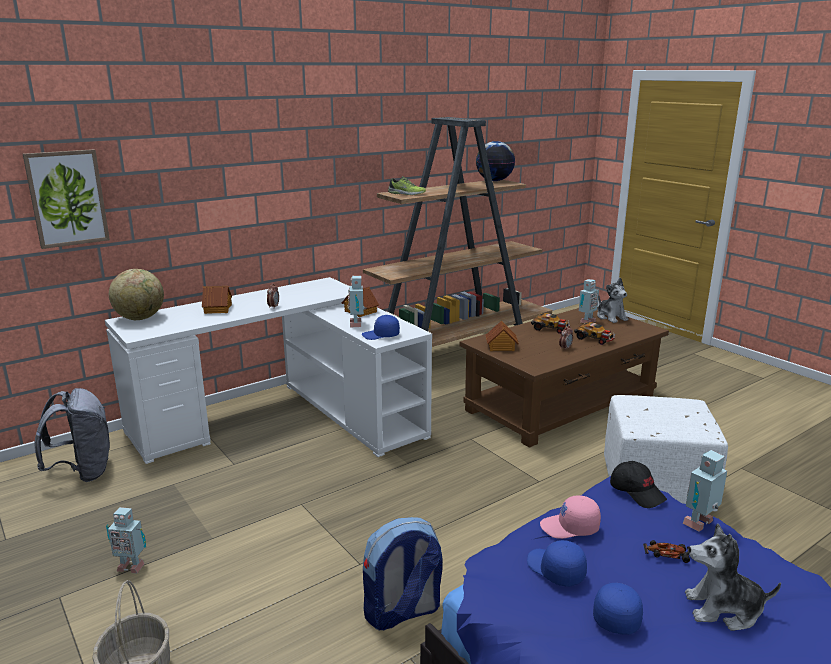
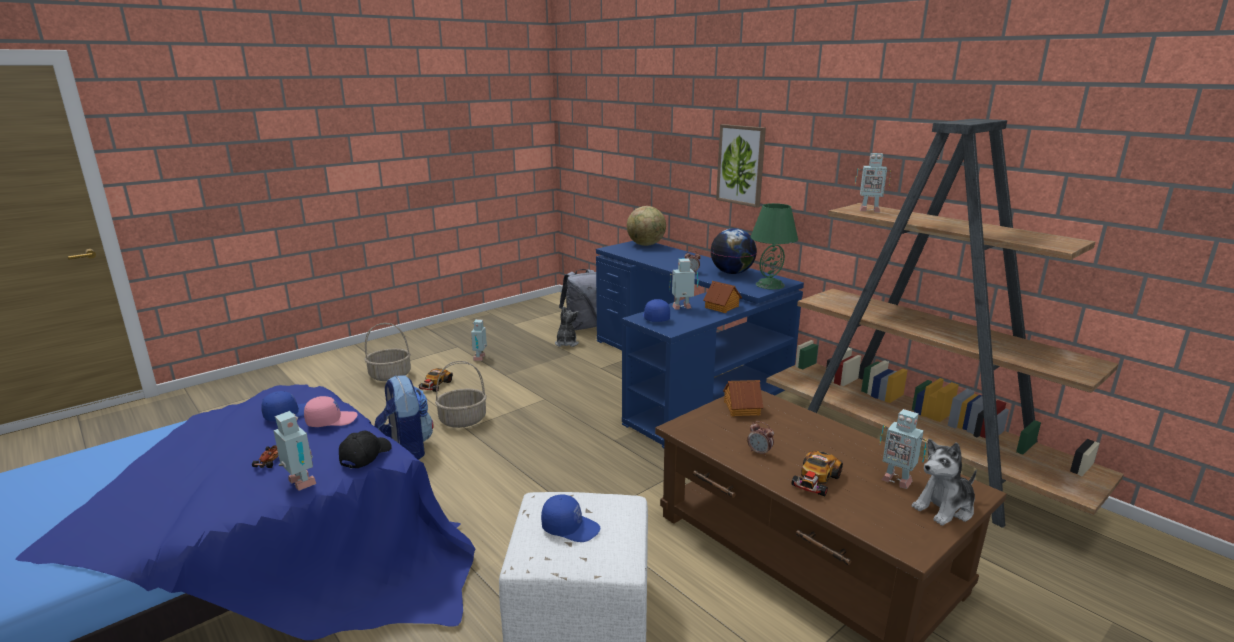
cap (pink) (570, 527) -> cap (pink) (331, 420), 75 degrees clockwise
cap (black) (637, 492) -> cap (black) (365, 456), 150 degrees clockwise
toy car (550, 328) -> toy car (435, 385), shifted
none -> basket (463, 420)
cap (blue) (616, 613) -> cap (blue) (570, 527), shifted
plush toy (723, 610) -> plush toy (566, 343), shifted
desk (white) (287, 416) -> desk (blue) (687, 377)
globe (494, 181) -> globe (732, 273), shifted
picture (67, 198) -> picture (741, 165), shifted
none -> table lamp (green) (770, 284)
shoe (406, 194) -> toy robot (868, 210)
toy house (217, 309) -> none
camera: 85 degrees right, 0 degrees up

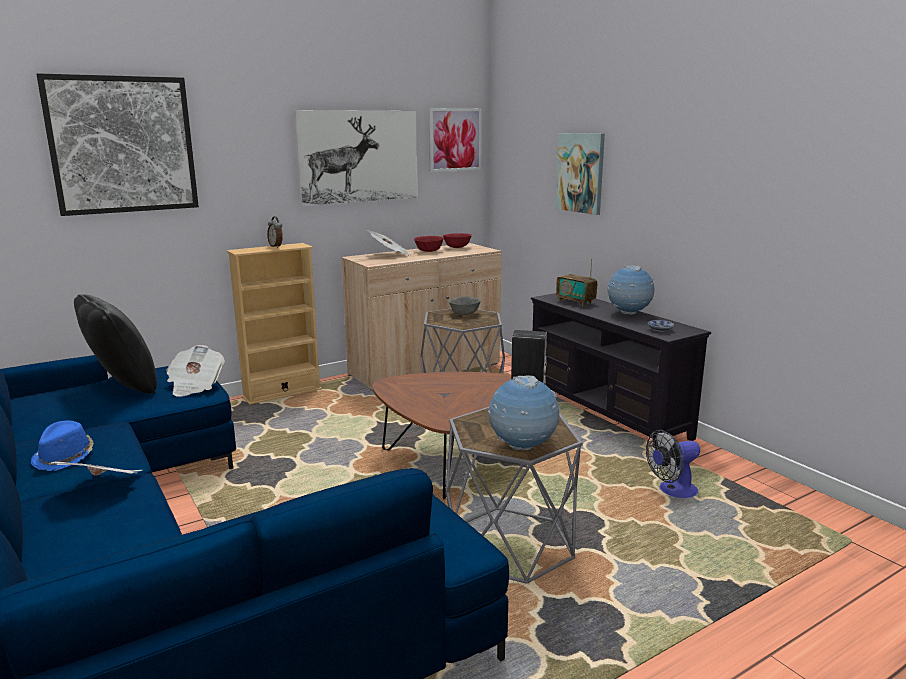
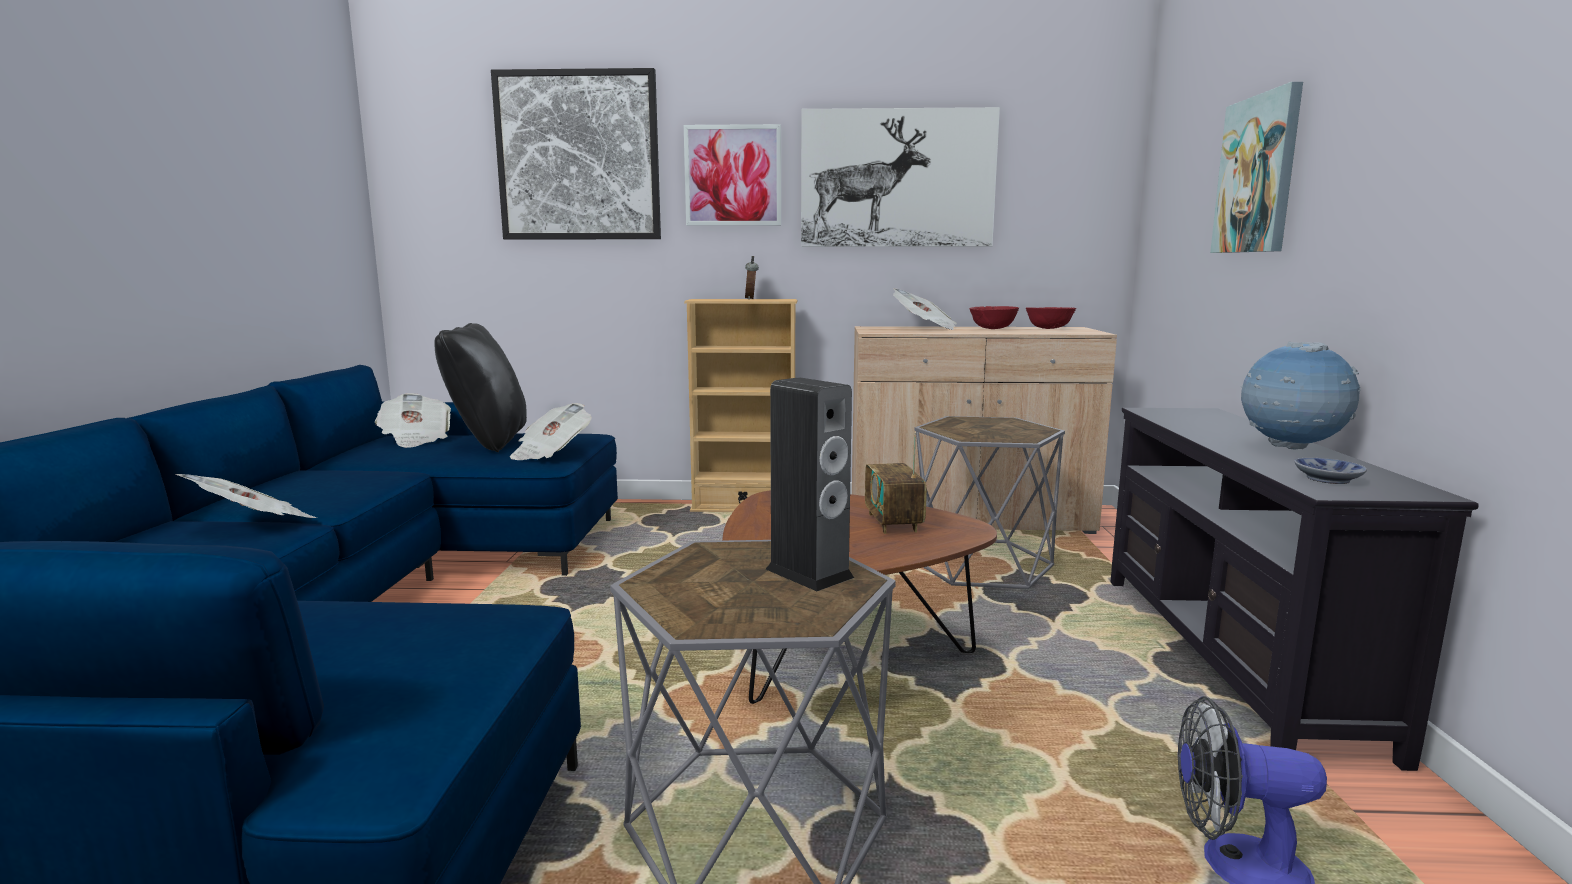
none -> newspaper (415, 439)
picture (455, 139) -> picture (733, 176), shifted
radio (575, 302) -> radio (893, 523), shifted
hat (blue) (65, 457) -> none
bowl (grey) (464, 314) -> none
globe (522, 448) -> none
camera: 35 degrees right, 5 degrees down

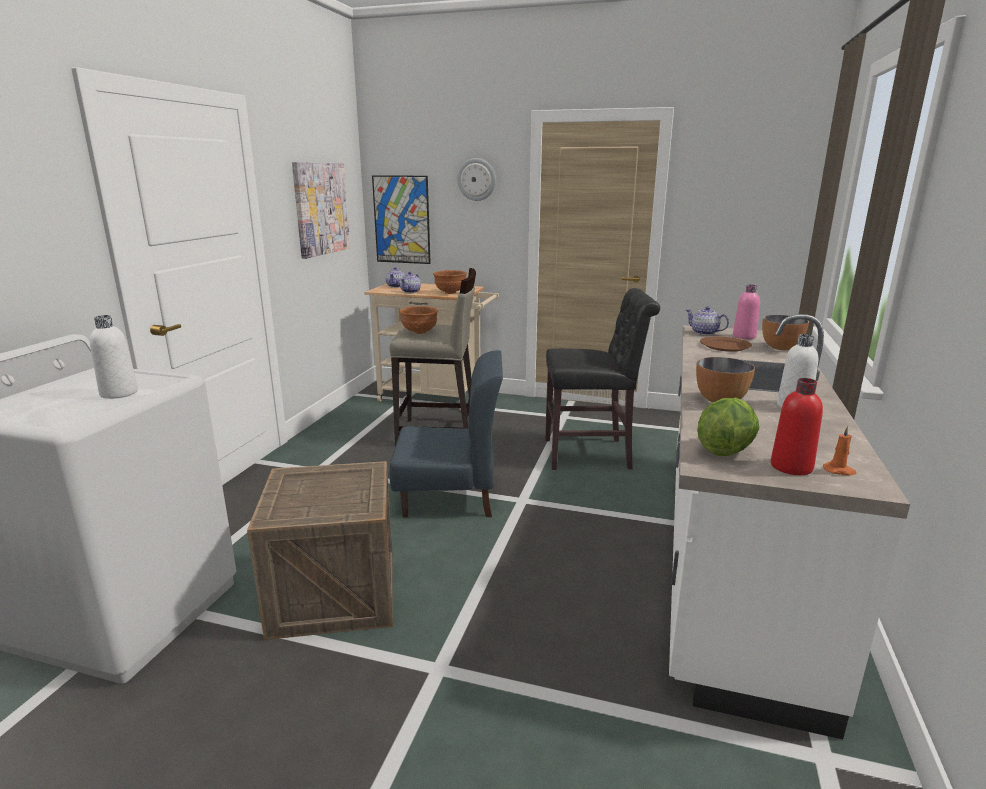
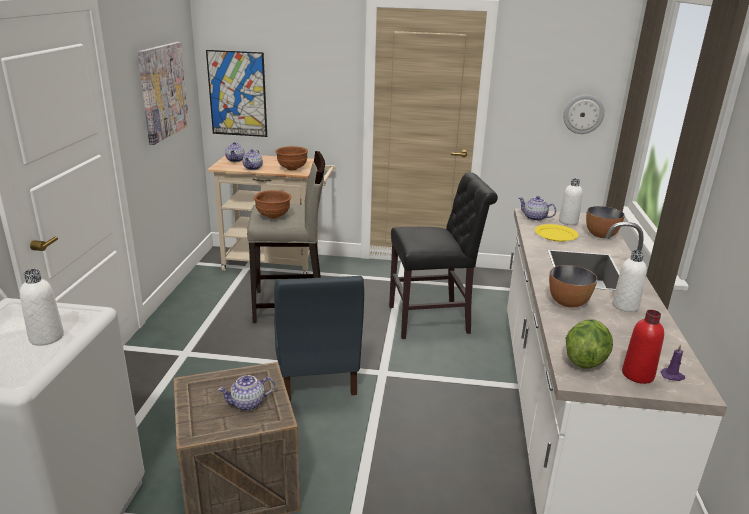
none -> teapot (248, 403)
chair (blue) (449, 497) -> chair (blue) (317, 375), 90 degrees clockwise
plate (brown) (725, 346) -> plate (yellow) (556, 235)
bottle (pink) (744, 336) -> bottle (white) (568, 222)
wall clock (476, 179) -> wall clock (583, 114), shifted
candle (orange) (839, 471) -> candle (purple) (672, 376)
camera: 10 degrees left, 5 degrees up

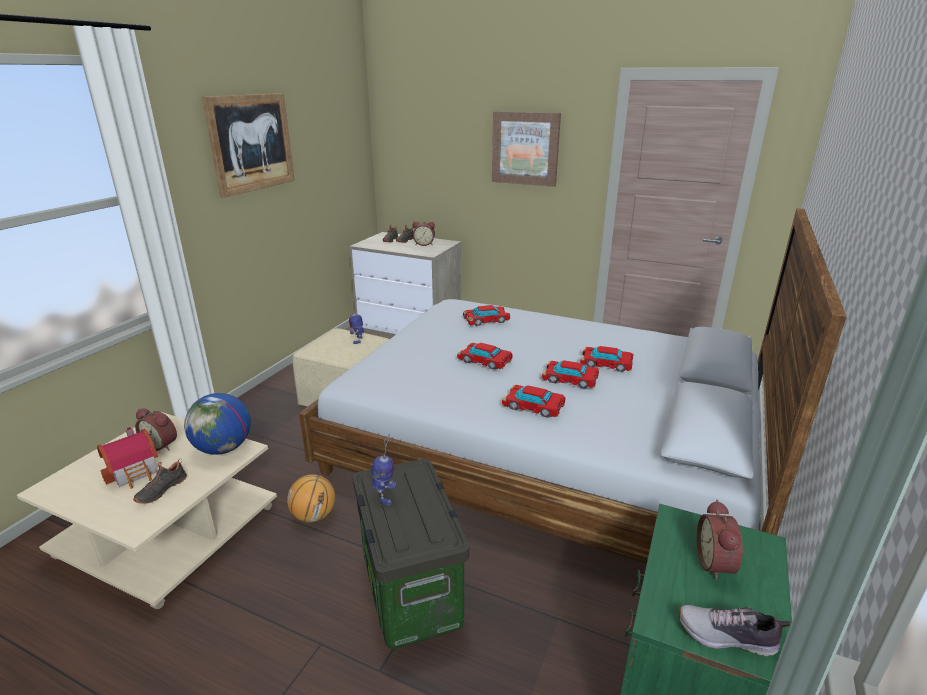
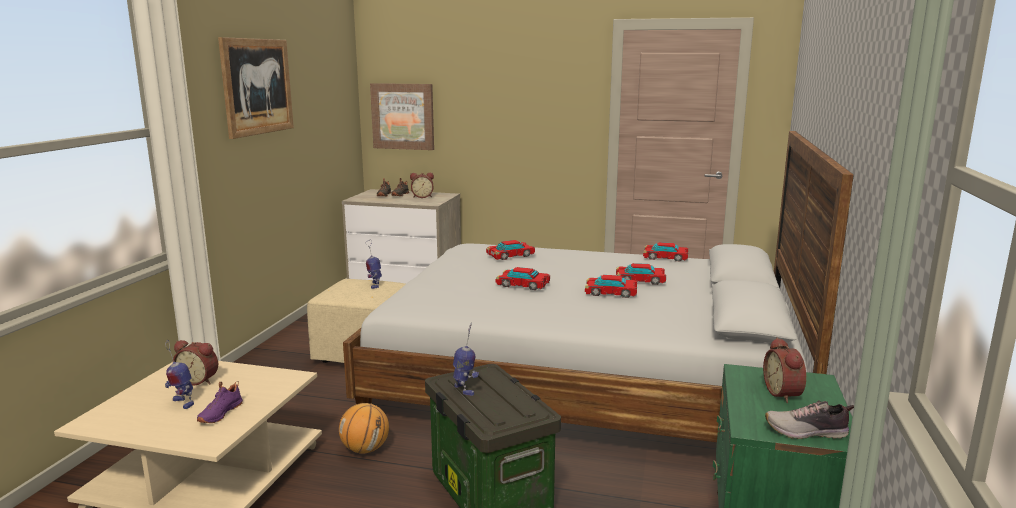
toy house (135, 472) -> toy robot (182, 403)
shoe (black) (161, 490) -> shoe (purple) (219, 413)
picture (525, 148) -> picture (403, 116), shifted
toy car (533, 406) -> toy car (665, 257), shifted
globe (223, 448) -> none
camera: 10 degrees left, 10 degrees down

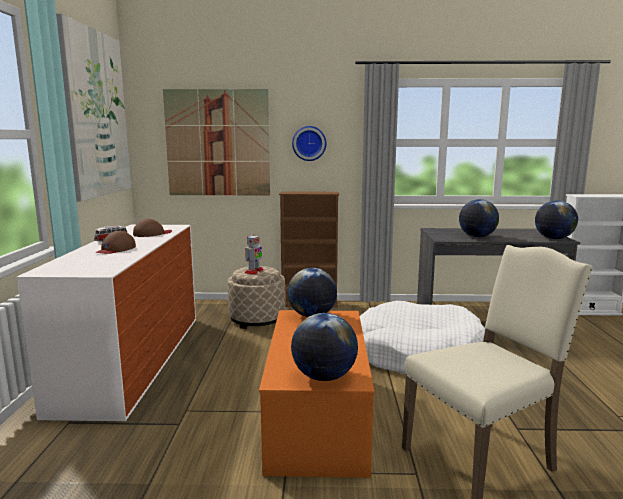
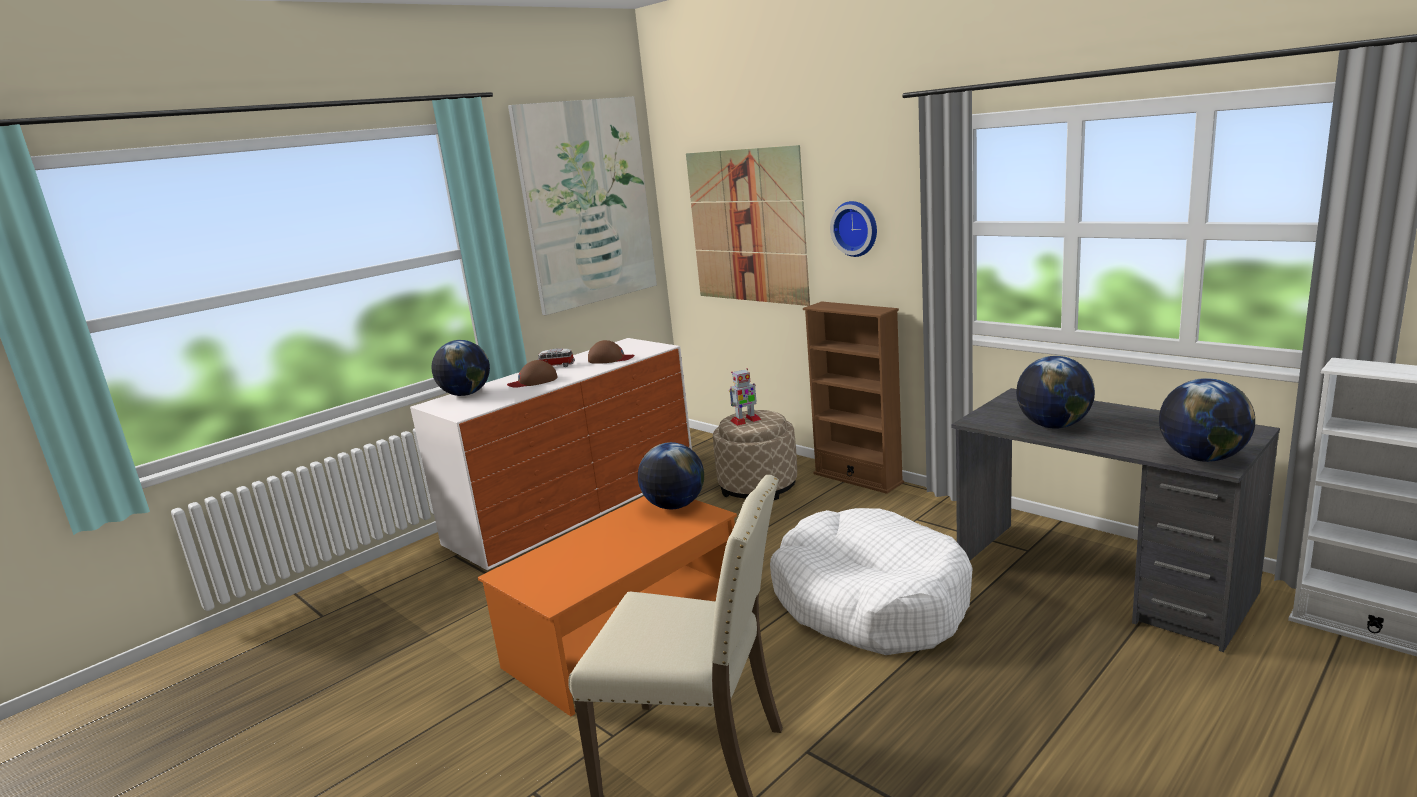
globe (324, 377) -> globe (465, 394), shifted
camera: 45 degrees right, 5 degrees up

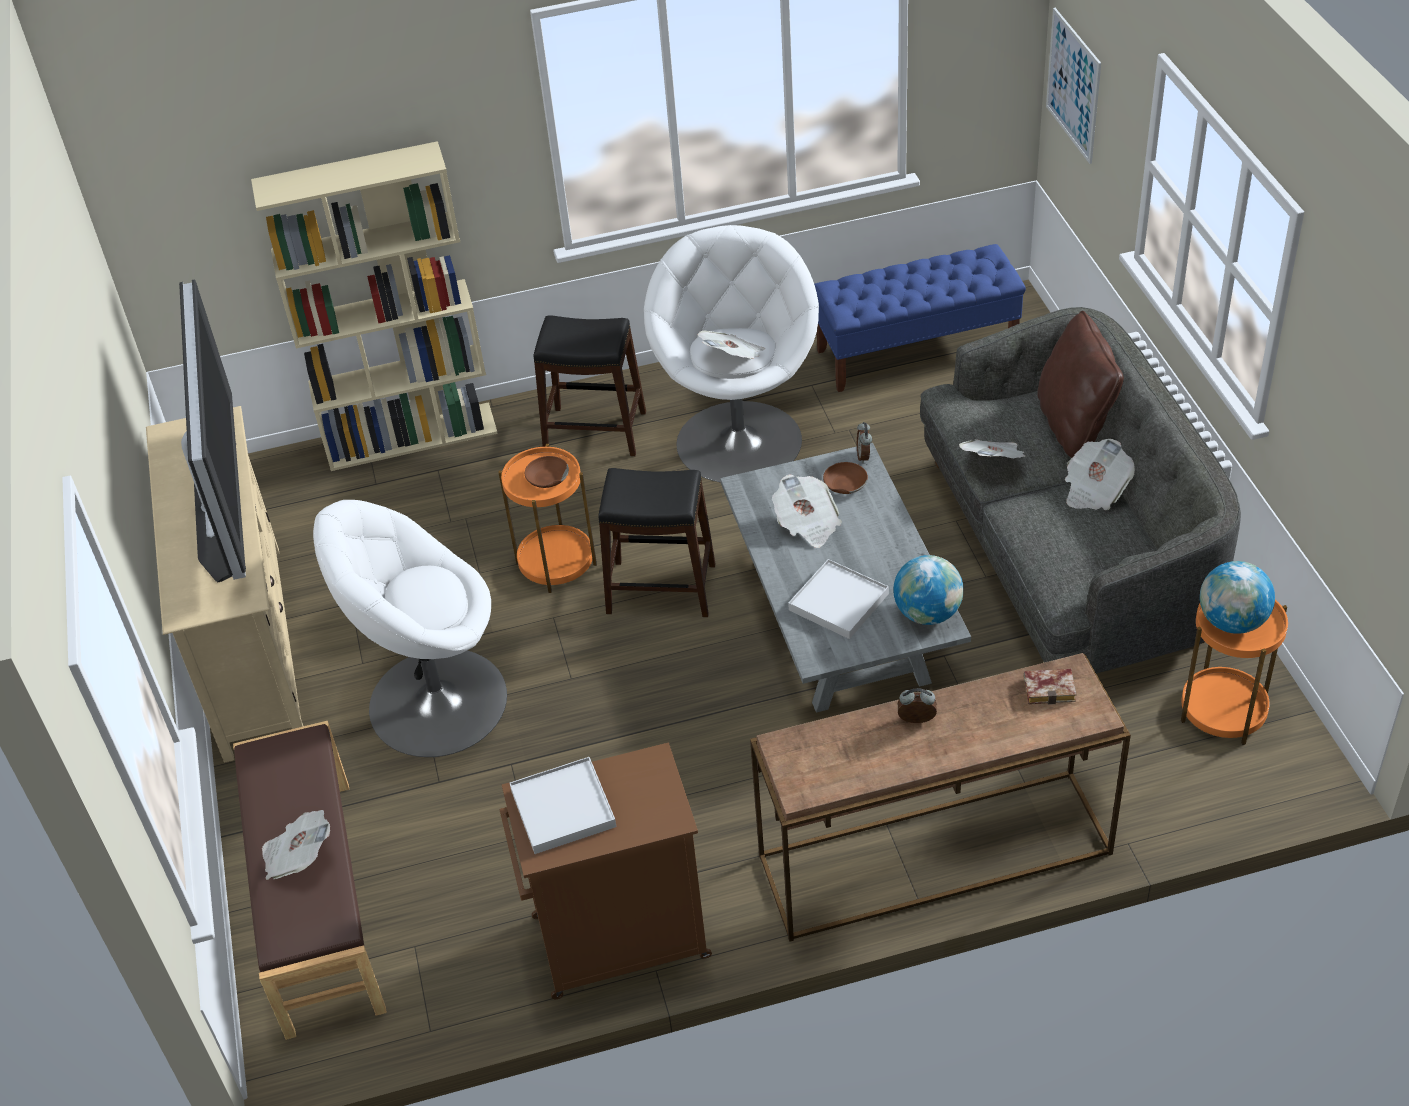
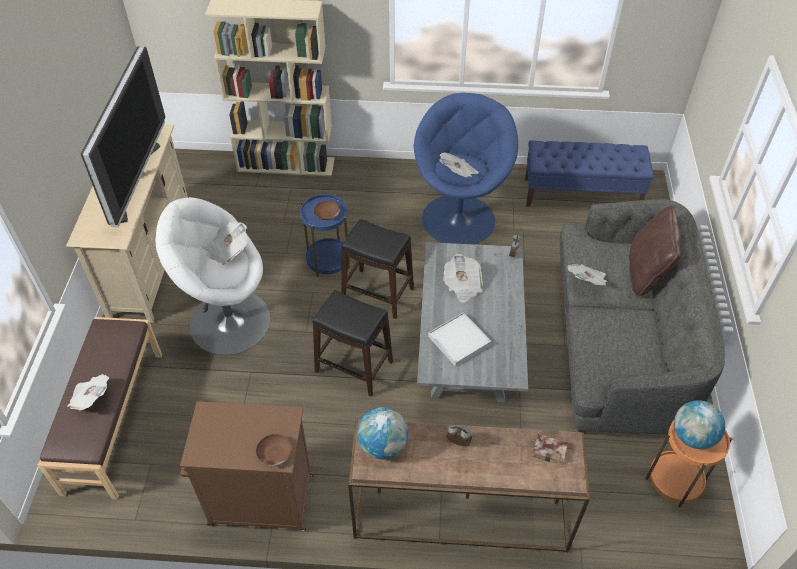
newspaper (1094, 490) -> newspaper (228, 251), shifted
bowl (brown) (844, 484) -> bowl (brown) (274, 452), shifted
side table (orange) (556, 563) -> side table (blue) (328, 260)
stool (black) (595, 432) -> stool (black) (354, 367), shifted
globe (928, 613) -> globe (383, 445), shifted
armchair (white) (740, 440) -> armchair (blue) (459, 218)
tray (white) (563, 808) -> none
picture (1073, 85) -> none
camera: 15 degrees right, 5 degrees up

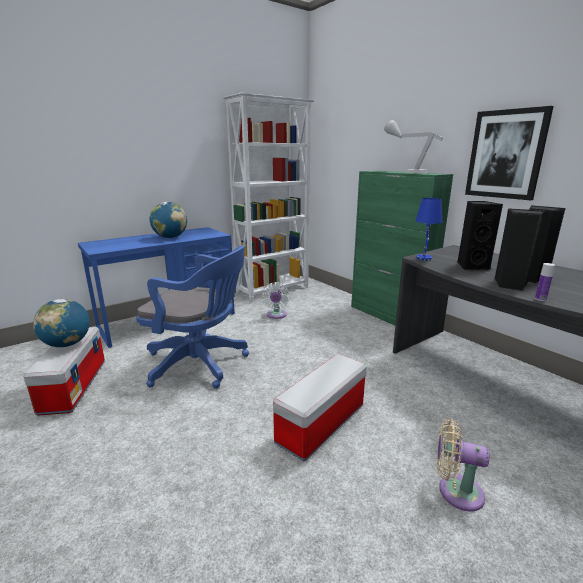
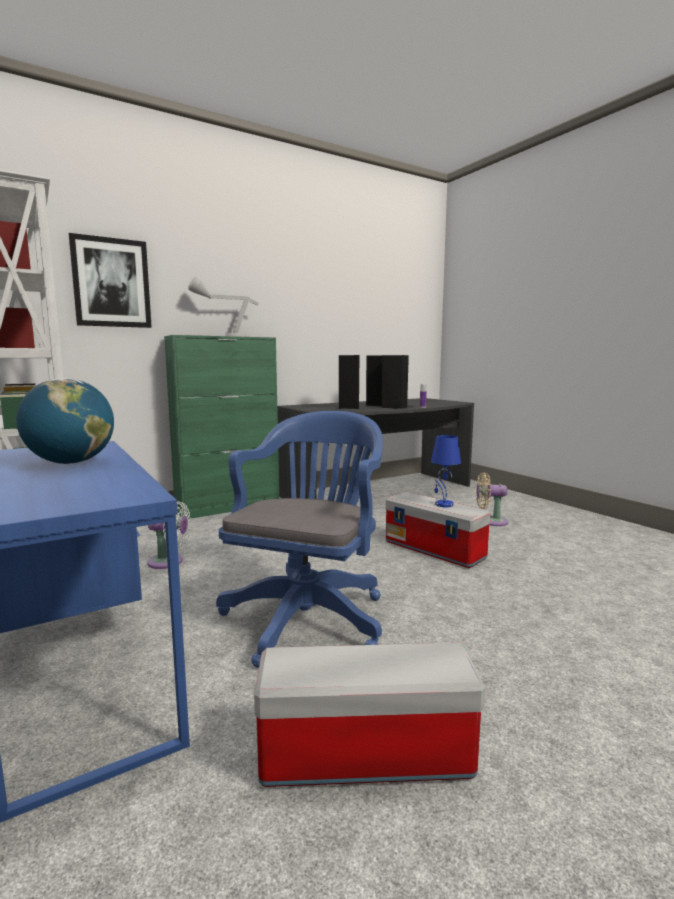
picture (505, 154) -> picture (111, 283), shifted
table lamp (blue) (423, 258) -> table lamp (blue) (443, 504), shifted
fan (beige) (455, 491) -> fan (beige) (490, 521), 75 degrees clockwise
globe (67, 344) -> none
camera: 85 degrees left, 10 degrees down

